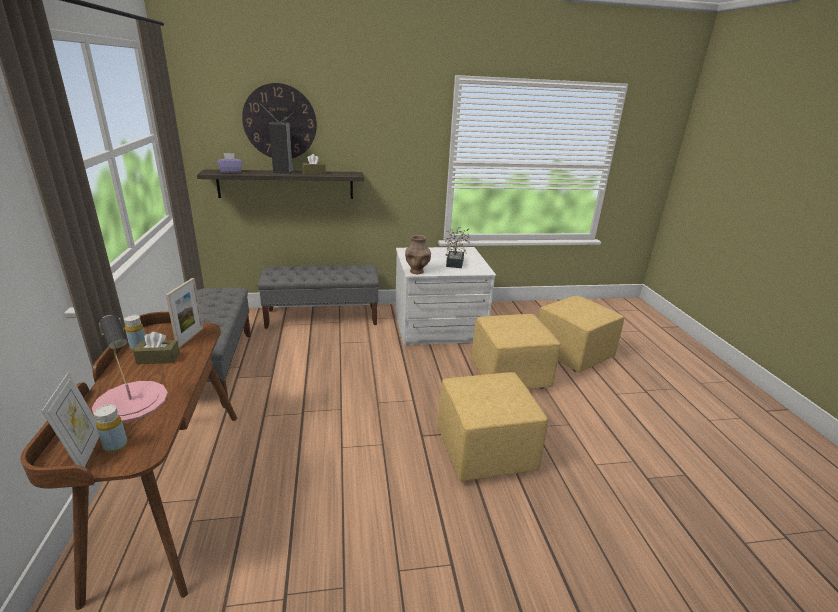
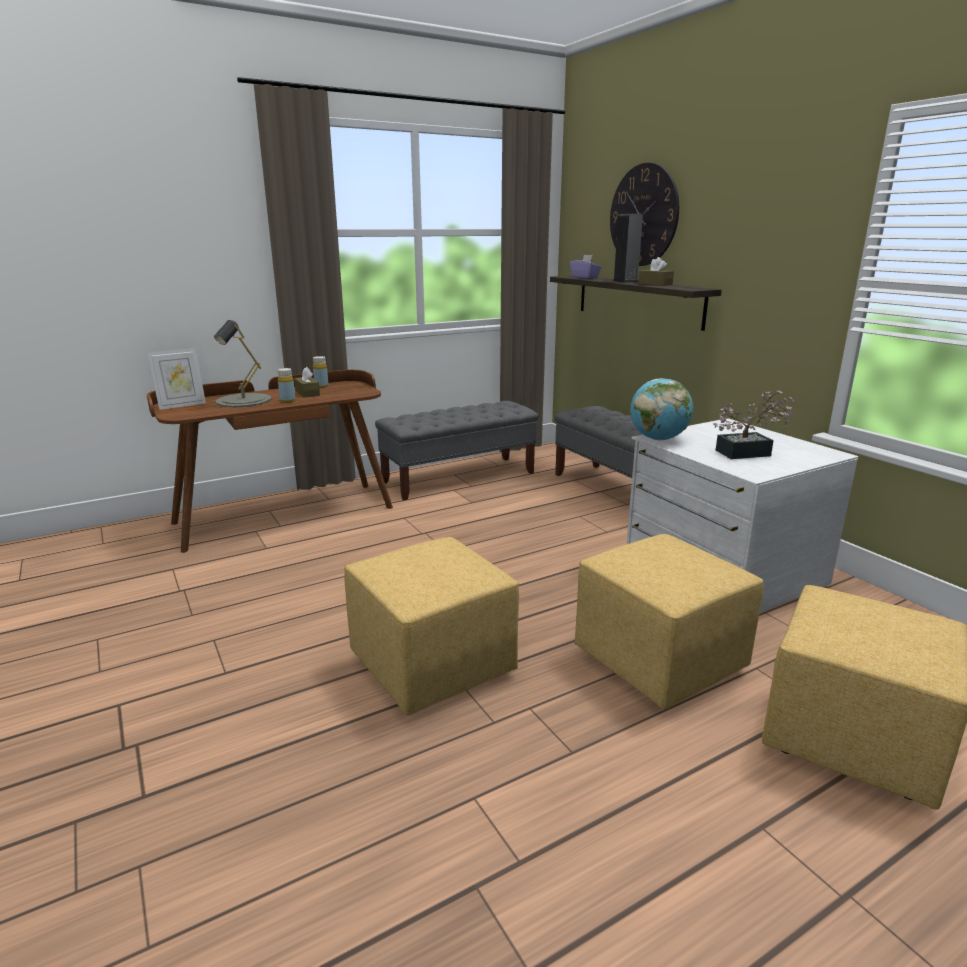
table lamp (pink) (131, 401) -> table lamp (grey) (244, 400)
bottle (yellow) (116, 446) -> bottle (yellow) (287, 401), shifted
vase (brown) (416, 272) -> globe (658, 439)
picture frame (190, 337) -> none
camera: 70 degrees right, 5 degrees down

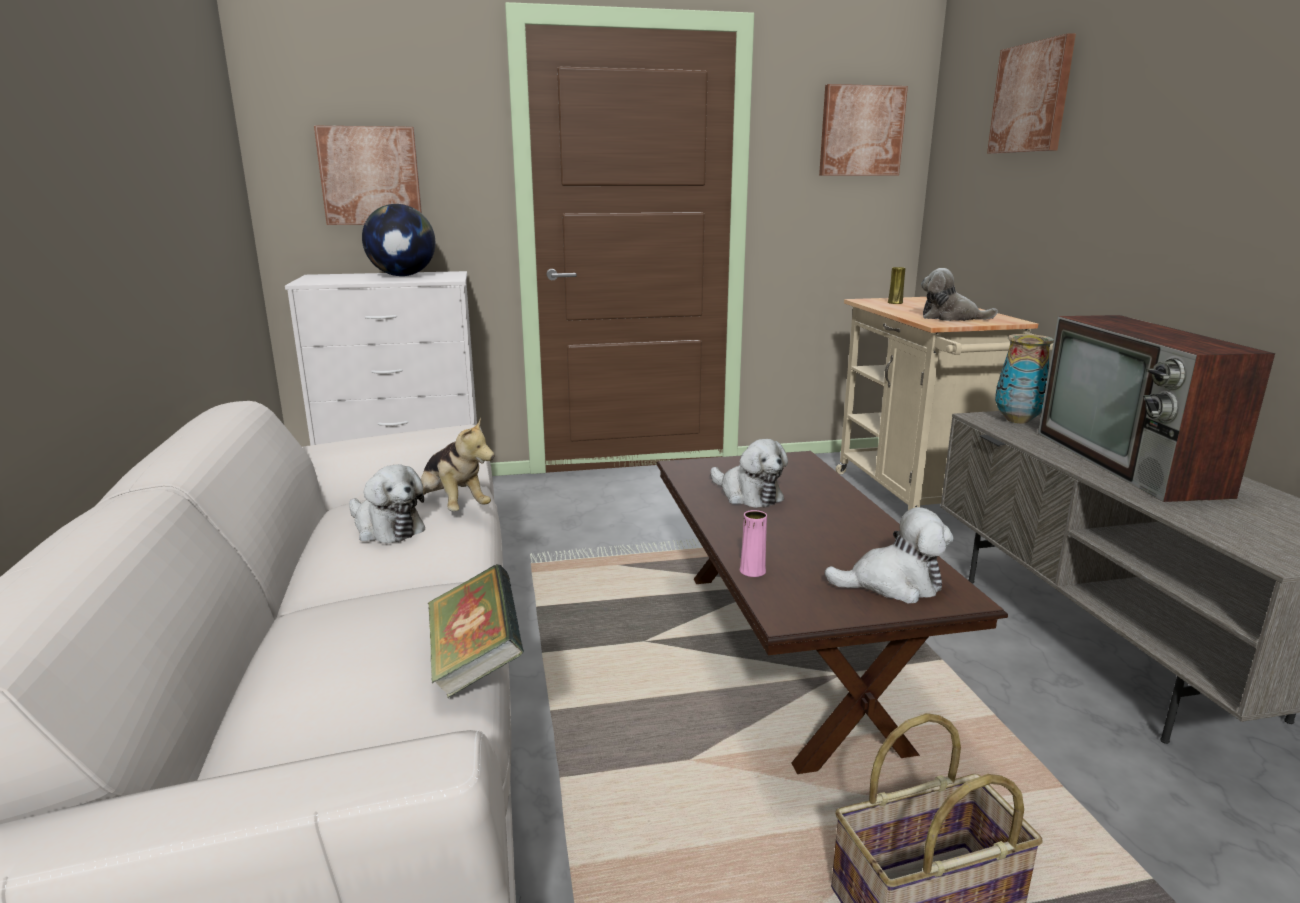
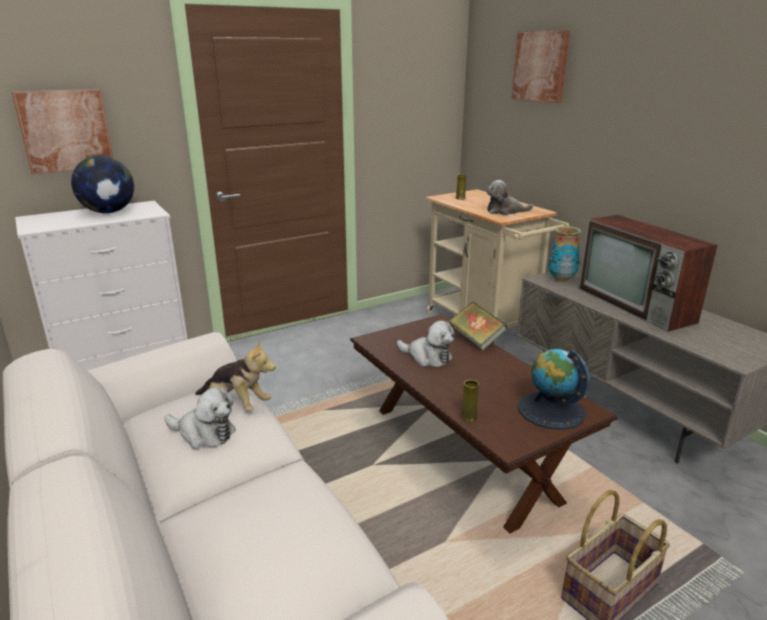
book (475, 662) -> book (476, 339), shifted
vase (pink) (752, 571) -> vase (yellow) (468, 417)
plush toy (893, 584) -> globe (551, 410)
picture (861, 131) -> none
camera: 20 degrees left, 5 degrees up

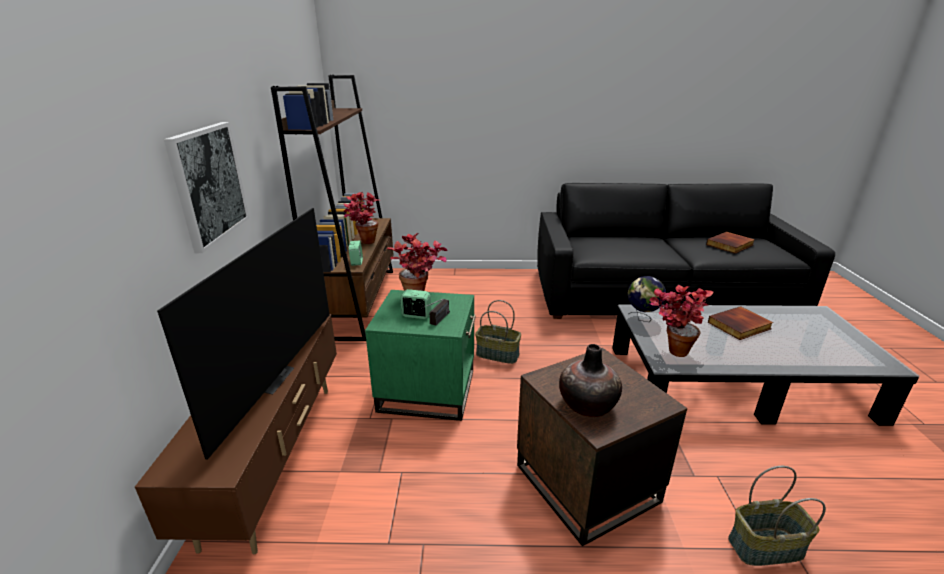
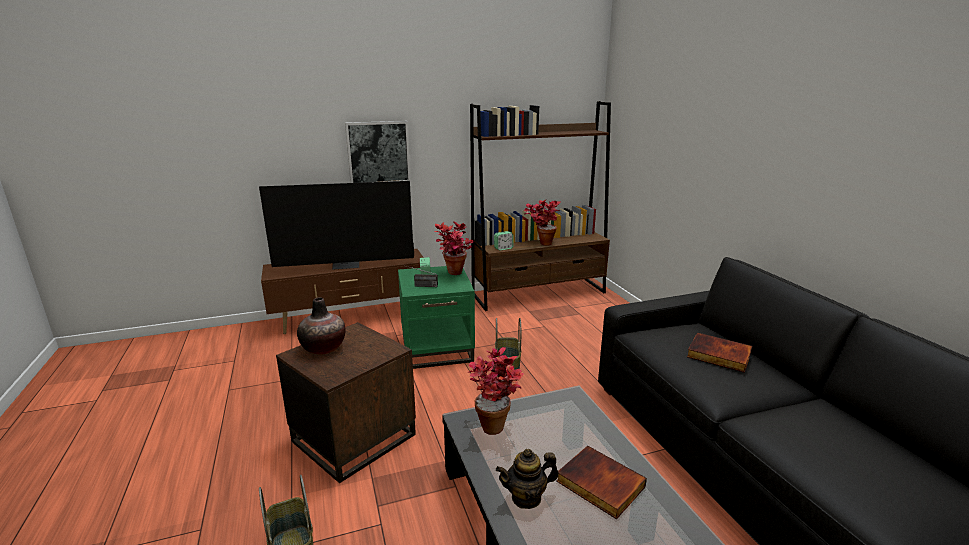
none -> teapot (526, 497)
book (730, 245) -> book (718, 355), shifted
globe (642, 318) -> none
camera: 70 degrees right, 5 degrees down

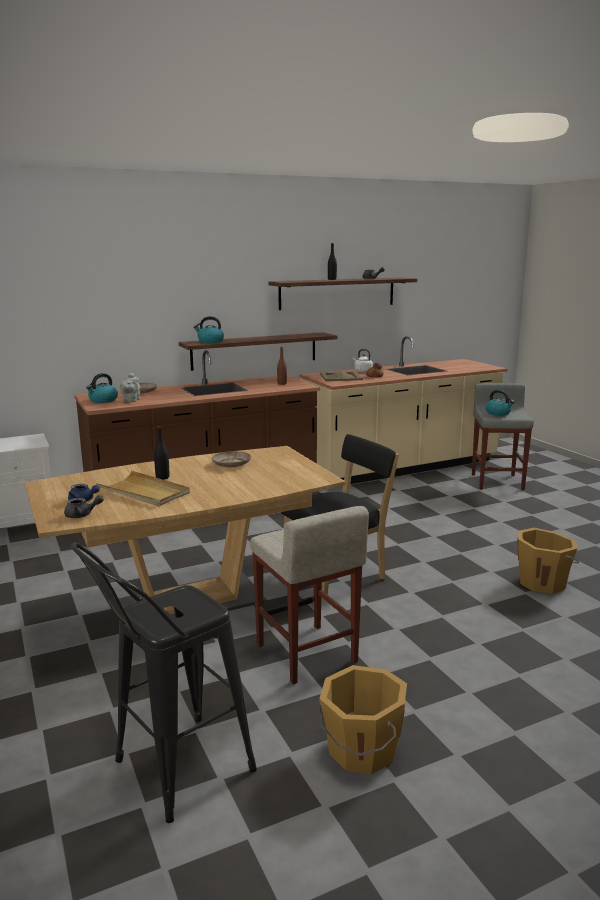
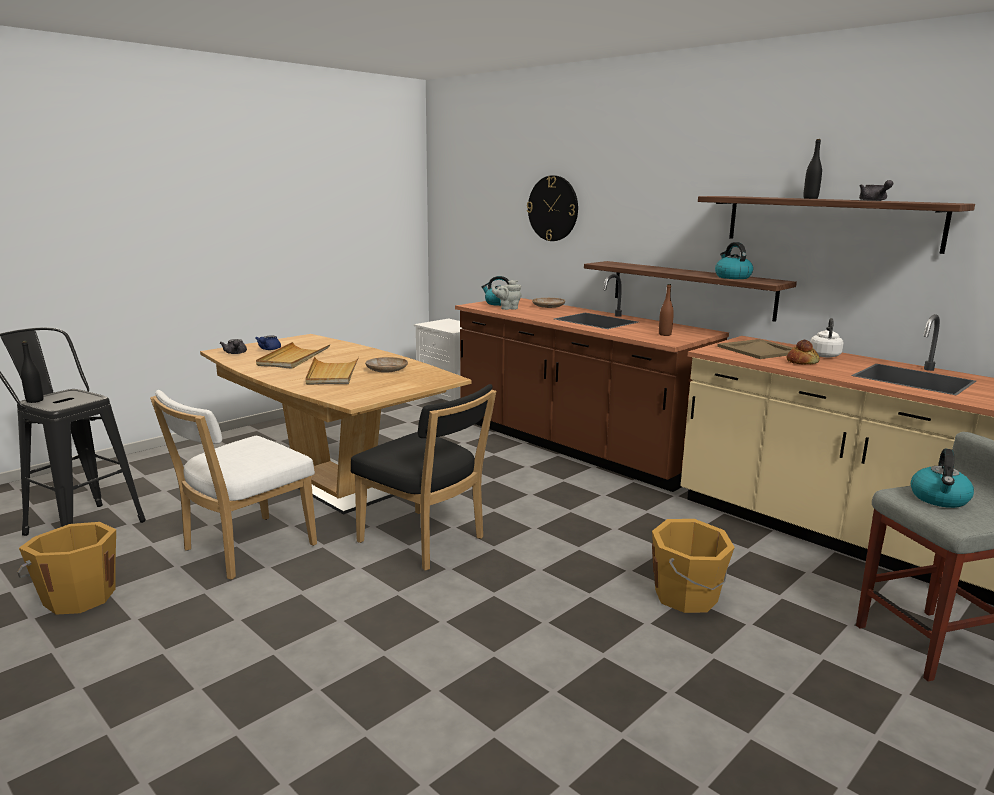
bottle (black) (162, 477) -> bottle (black) (35, 400), shifted
stool (beige) (307, 654) -> chair (white) (244, 549)
none -> tray (beige) (332, 374)
none -> wall clock (553, 208)
bucket (orange) (542, 582) -> bucket (orange) (687, 596), shifted
kettle (210, 341) -> kettle (732, 277), shifted
camera: 70 degrees right, 0 degrees up

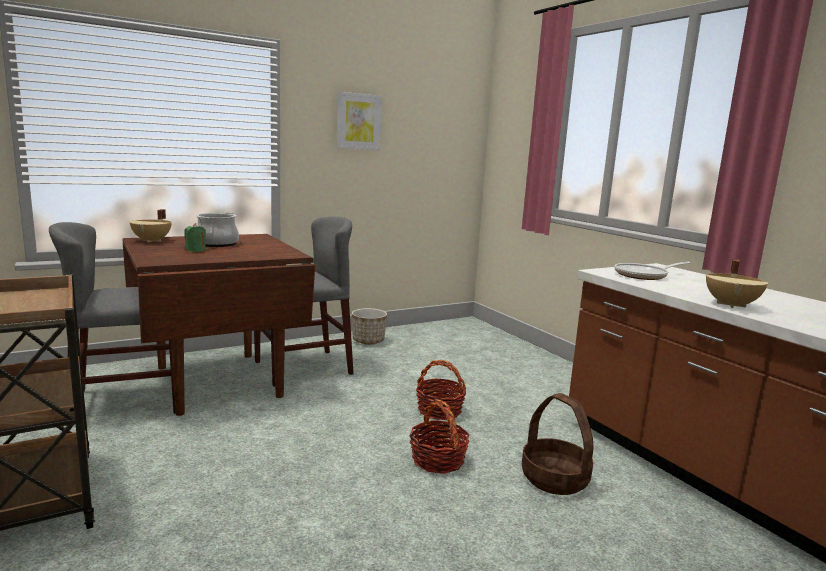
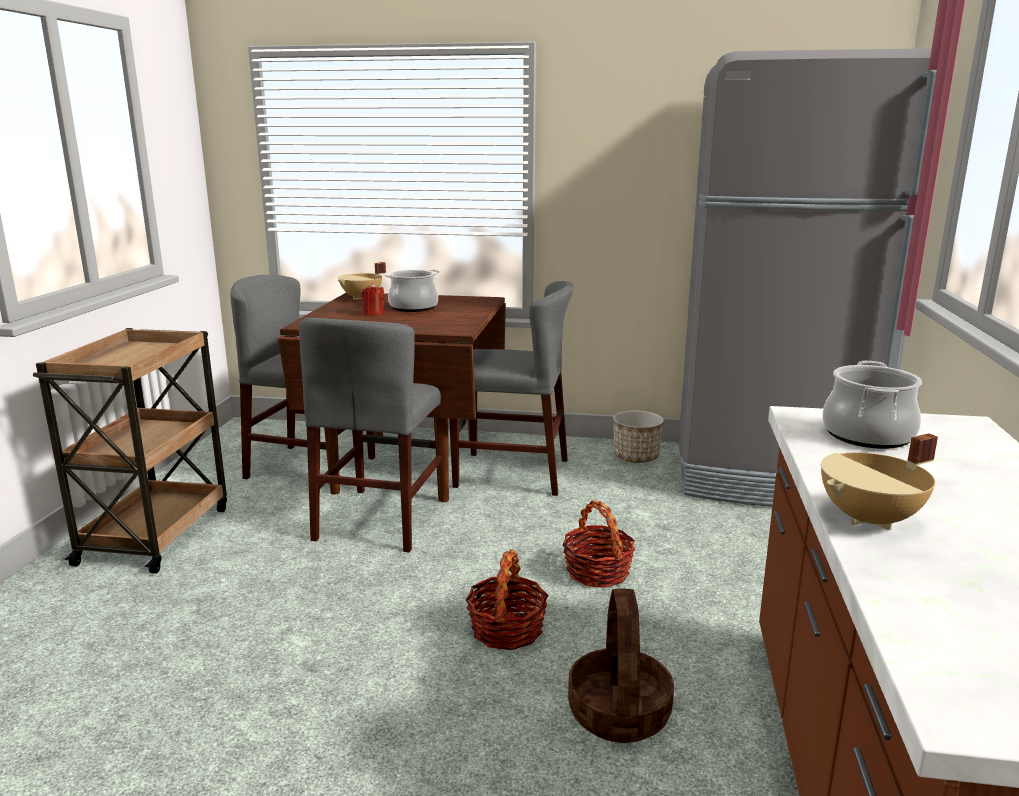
none -> chair (grey) (382, 518)
candle (green) (195, 250) -> candle (red) (373, 314)
none -> fridge (grey) (772, 476)
frying pan (644, 275) -> cooking pot (868, 435)
picture (358, 121) -> none
camera: 40 degrees right, 5 degrees up

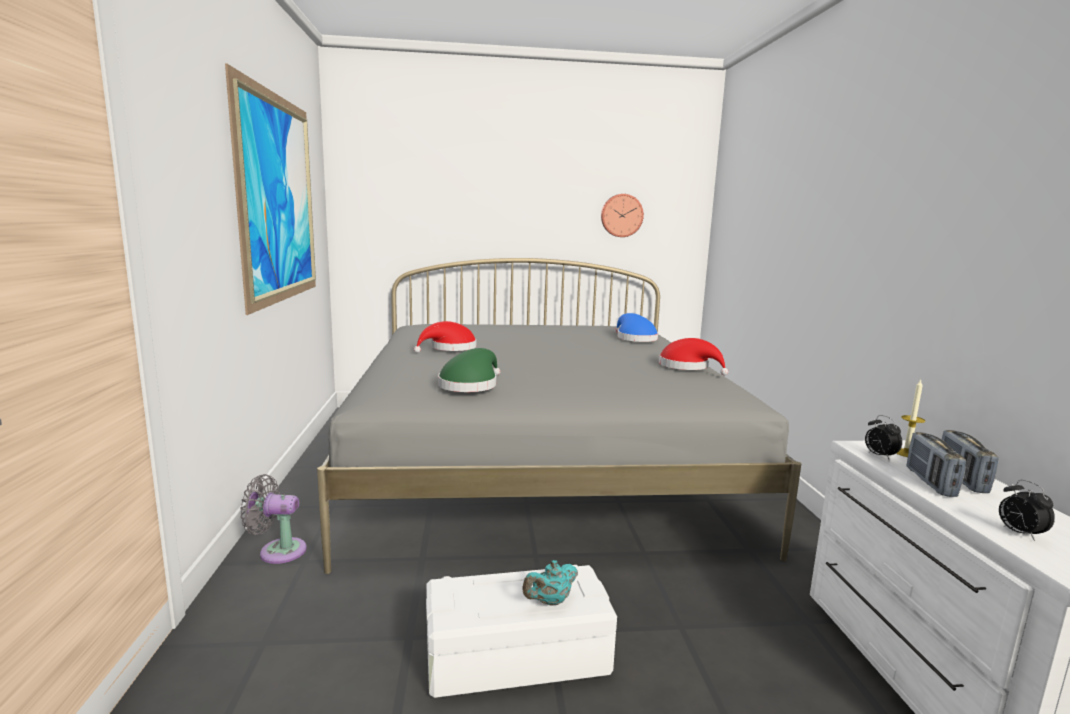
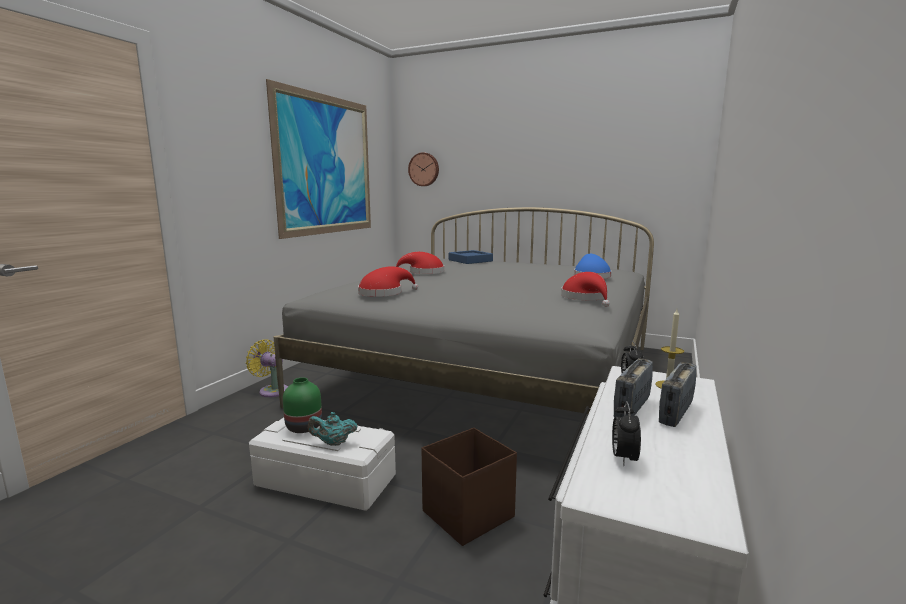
fan (grey) (278, 551) -> fan (yellow) (272, 390)
none -> vase (green) (304, 427)
hat (green) (470, 385) -> hat (red) (384, 293)
wall clock (621, 215) -> wall clock (424, 169), shifted
none -> storage box (brown) (466, 514)
none -> tray (blue) (470, 260)
camera: 30 degrees right, 0 degrees up

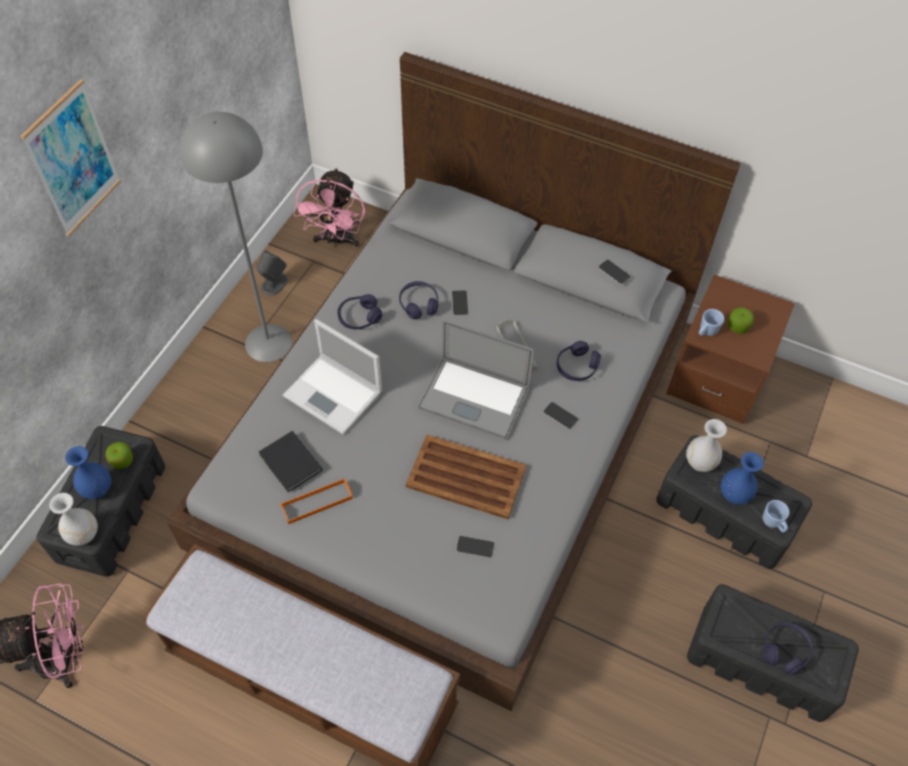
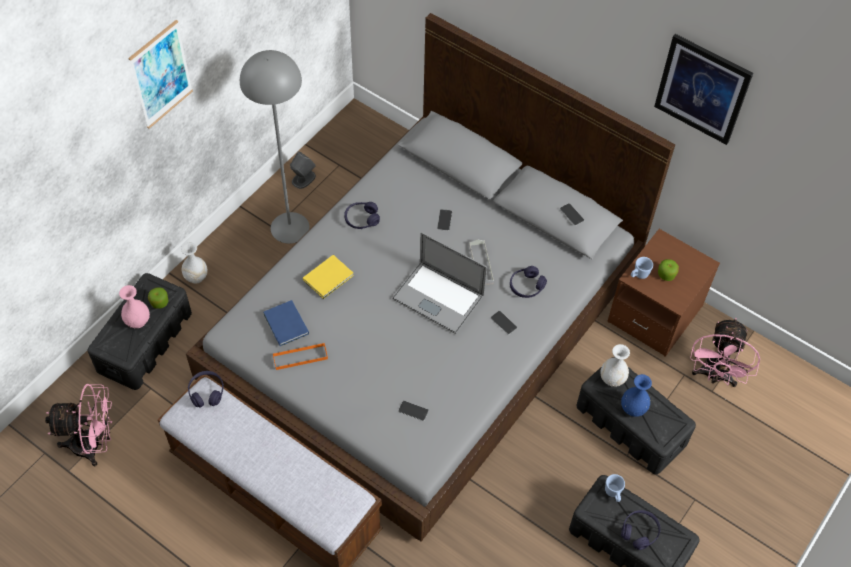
vase (blue) (98, 489) -> vase (pink) (138, 321)
vase (white) (83, 535) -> vase (white) (196, 277), shifted
headphones (purple) (419, 304) -> headphones (purple) (206, 392), shifted
book (black) (290, 464) -> book (blue) (286, 325)
laptop (334, 394) -> book (yellow) (329, 277)
mug (blue) (773, 523) -> mug (blue) (613, 493), shifted
none -> picture (702, 89)
fan (pink) (337, 240) -> fan (pink) (714, 376), shifted
tray (brown) (465, 476) -> none
camera: 10 degrees right, 0 degrees up

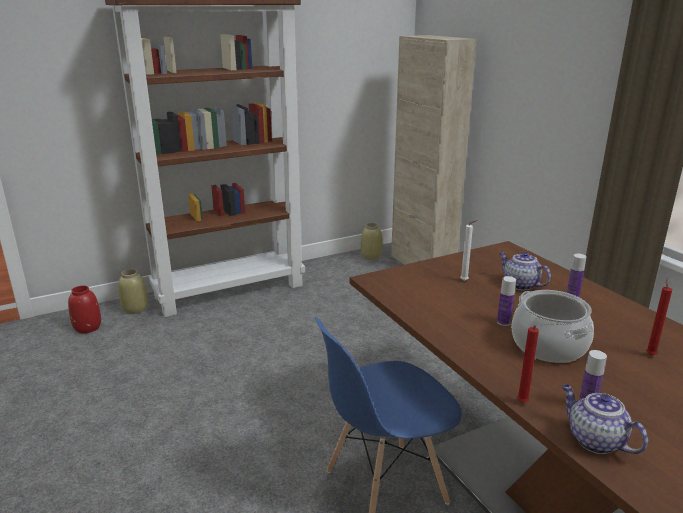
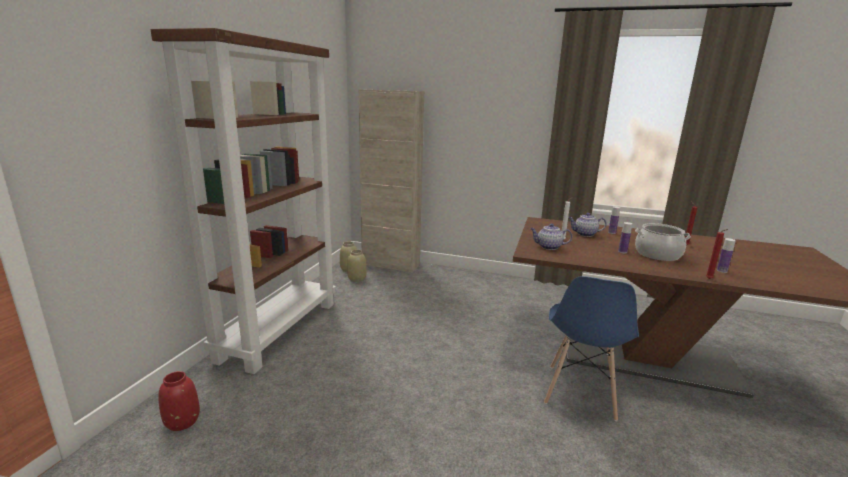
vase (beige) (135, 309) -> vase (beige) (357, 279), shifted
teapot (594, 440) -> teapot (548, 247), shifted
camera: 45 degrees left, 5 degrees down

